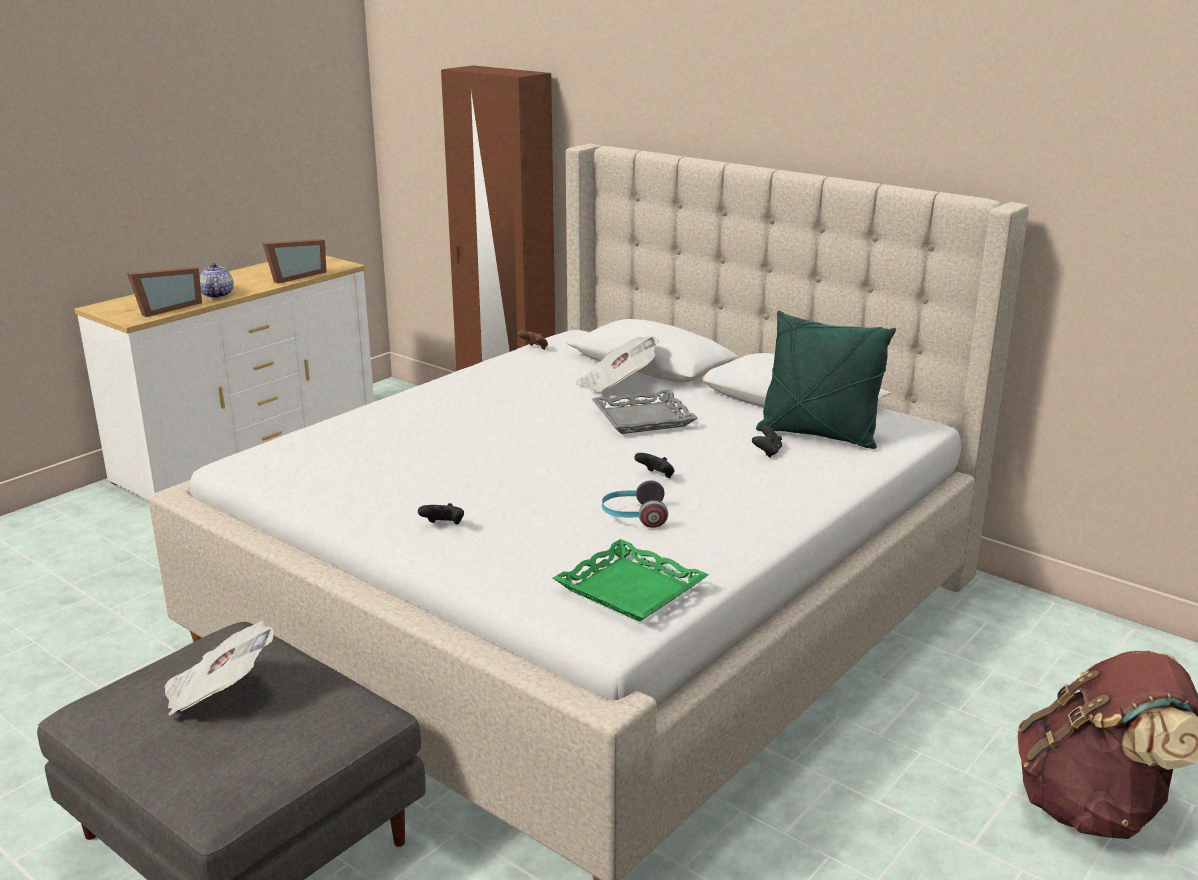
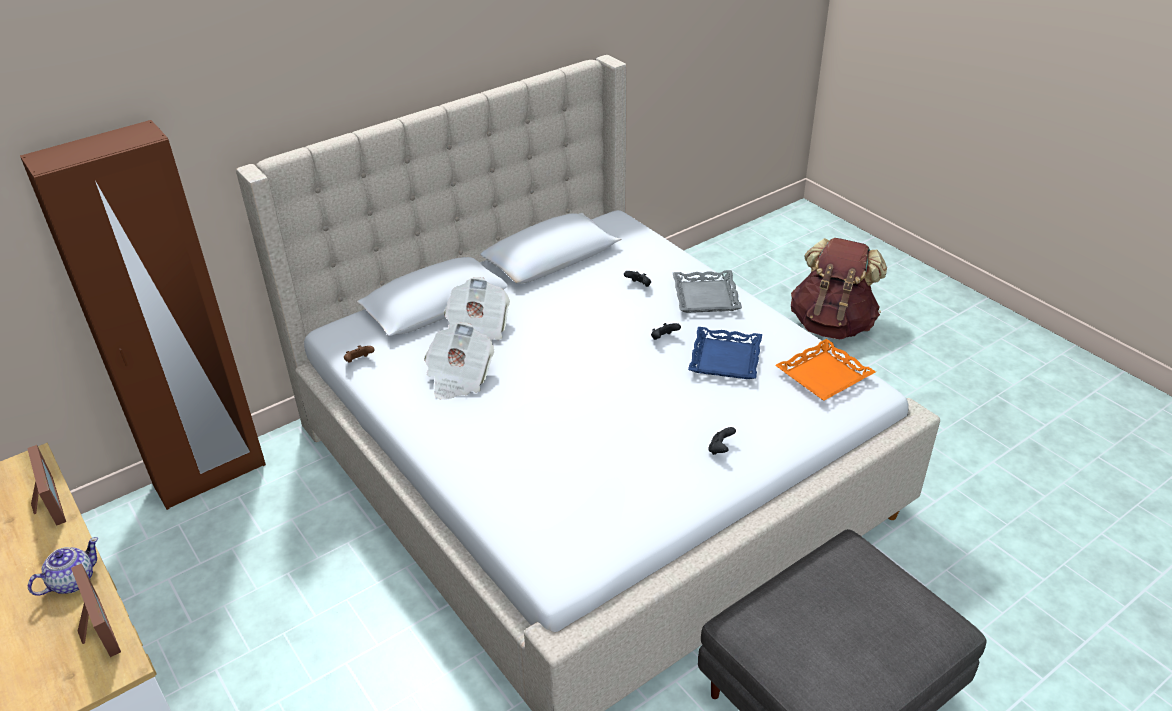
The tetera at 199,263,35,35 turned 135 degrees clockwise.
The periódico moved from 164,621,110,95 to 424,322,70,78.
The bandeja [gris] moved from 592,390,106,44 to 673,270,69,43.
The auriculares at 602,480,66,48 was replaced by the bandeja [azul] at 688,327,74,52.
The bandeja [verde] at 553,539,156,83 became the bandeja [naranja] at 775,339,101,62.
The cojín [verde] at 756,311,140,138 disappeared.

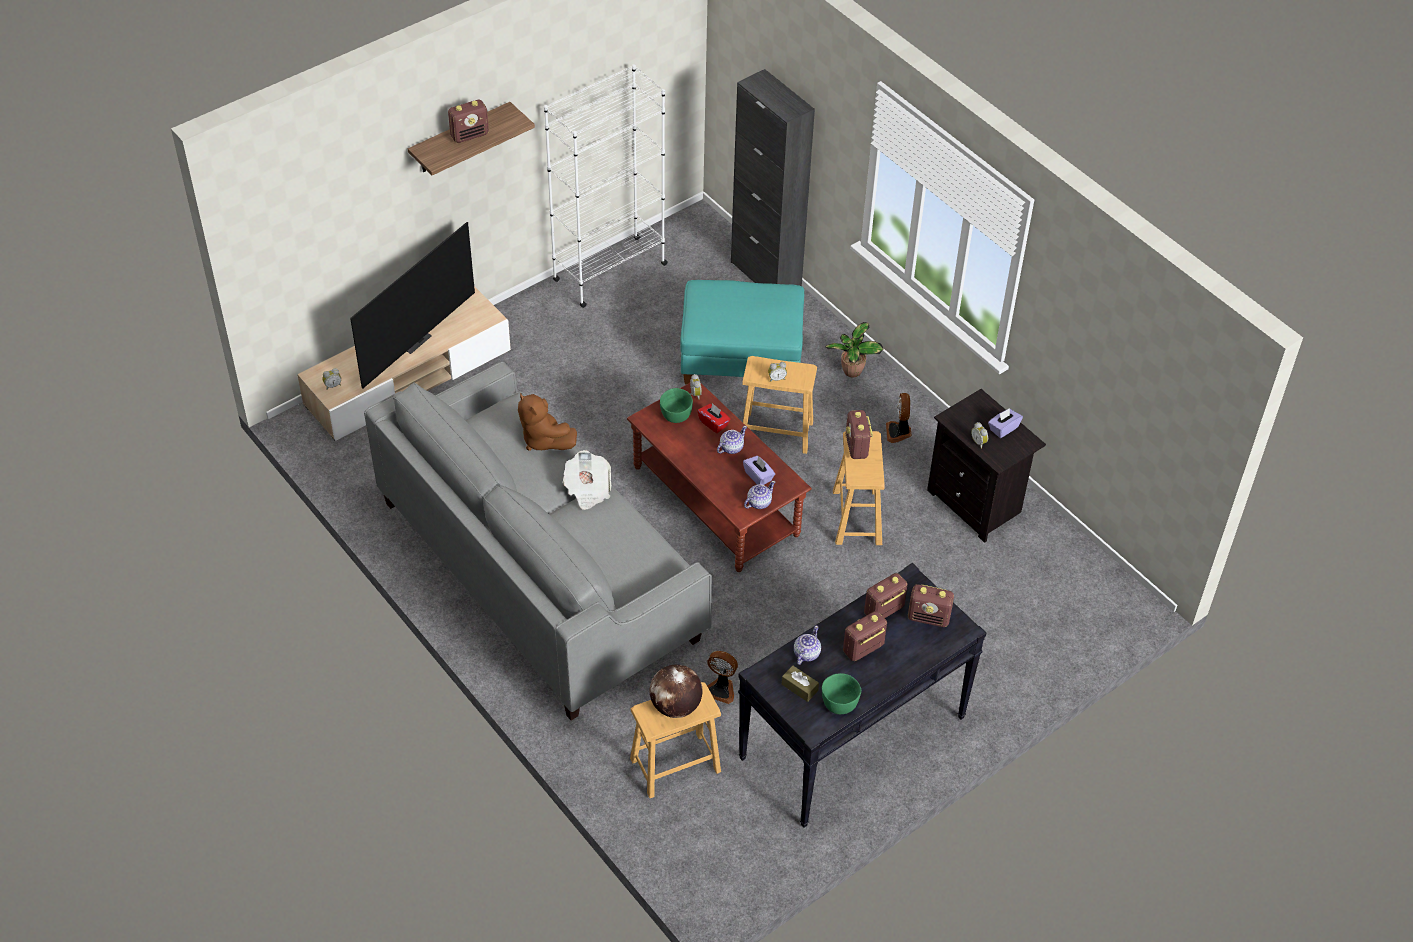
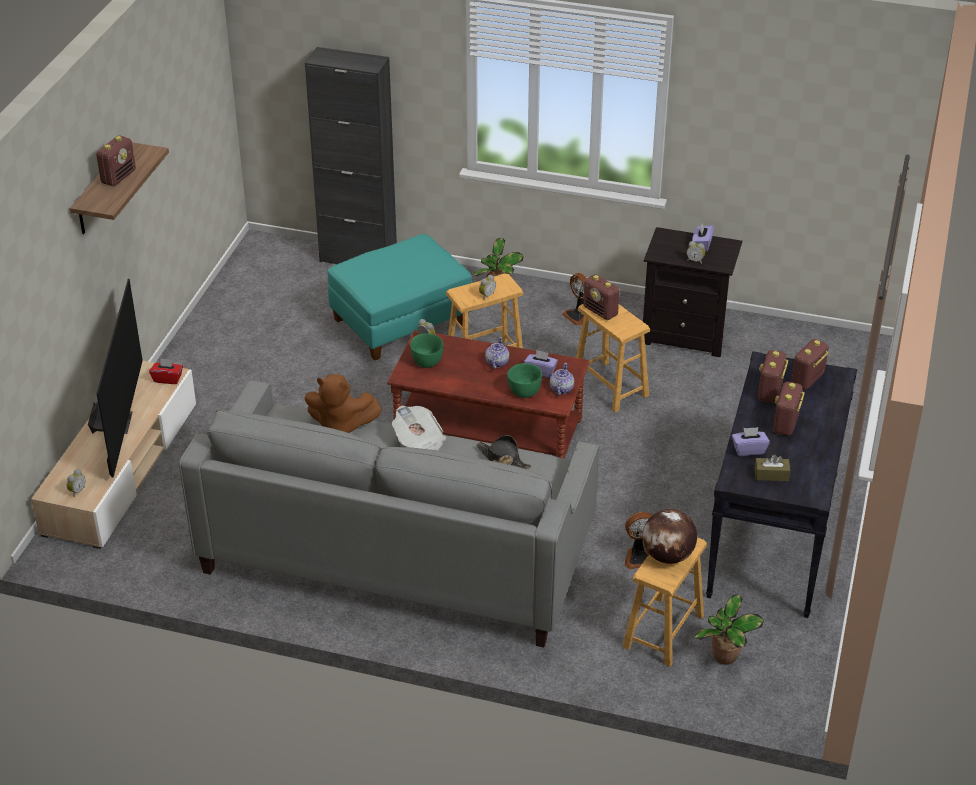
The caja de pañuelos [rojo] moved from 697,403,34,30 to 149,358,34,26.
The sombrero [negro] at 477,435,54,34 appeared.
The cuenco [verde] moved from 822,673,39,41 to 507,363,35,35.
The planta en maceta at 694,594,70,71 appeared.
The tetera at 794,626,27,39 was replaced by the caja de pañuelos [morado] at 732,427,38,29.
The radio at 908,584,46,43 turned 150 degrees clockwise.
The estantería [blanco] at 544,64,123,244 disappeared.

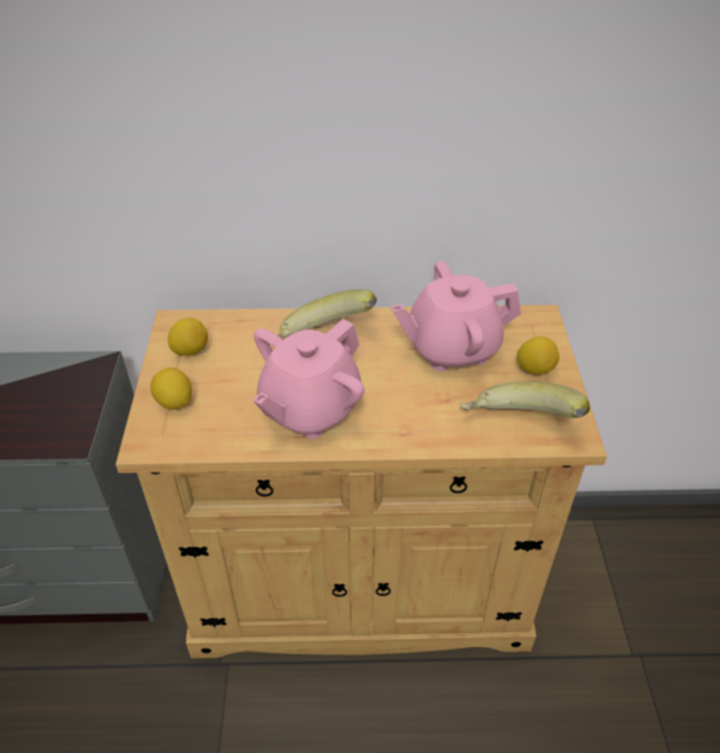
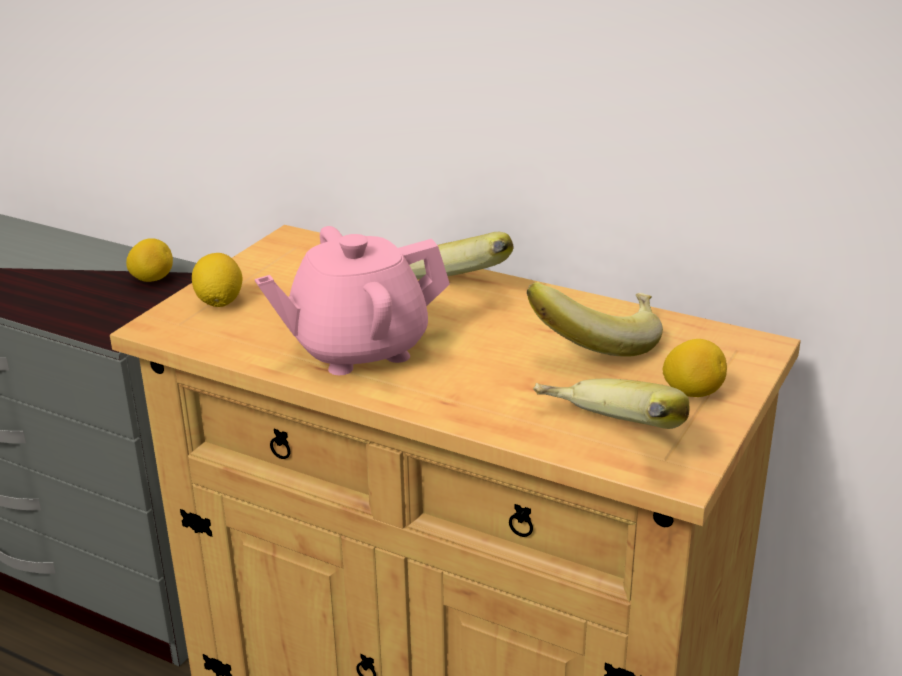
The limón moved from 168,318,40,38 to 126,238,47,44.
The tetera [rosa] at 391,261,130,110 was replaced by the plátano at 527,282,136,75.

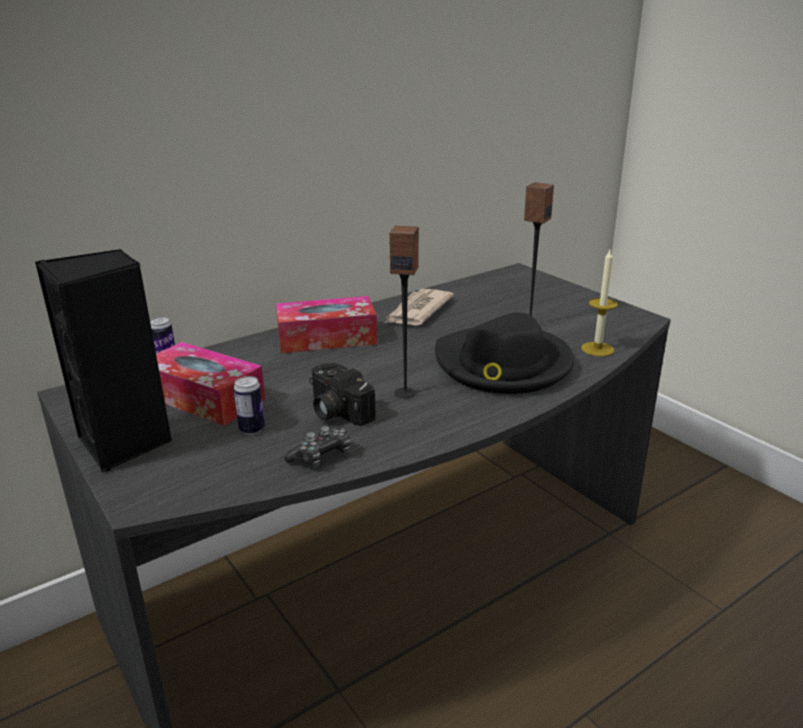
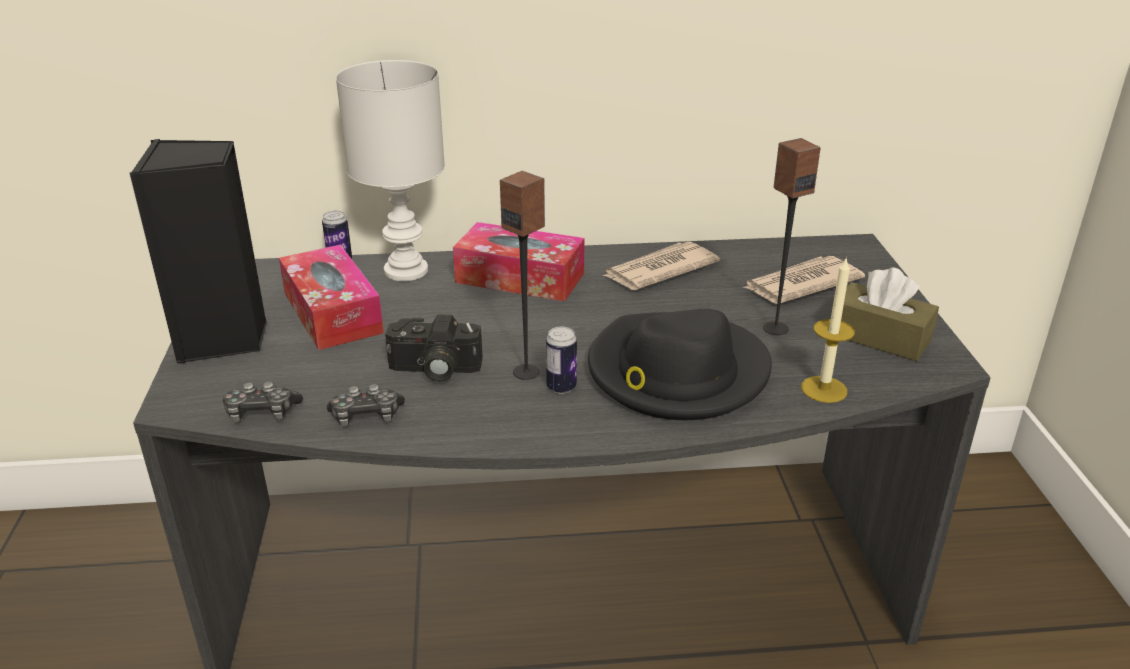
The mando de consola at 223,381,80,41 appeared.
The lámpara de mesa [blanco] at 336,60,109,221 appeared.
The cámara at 309,363,67,63 turned 75 degrees counterclockwise.
The lata moved from 233,376,32,59 to 546,327,31,67.
The periódico at 742,256,123,48 appeared.
The caja de pañuelos [marrón] at 841,267,98,94 appeared.

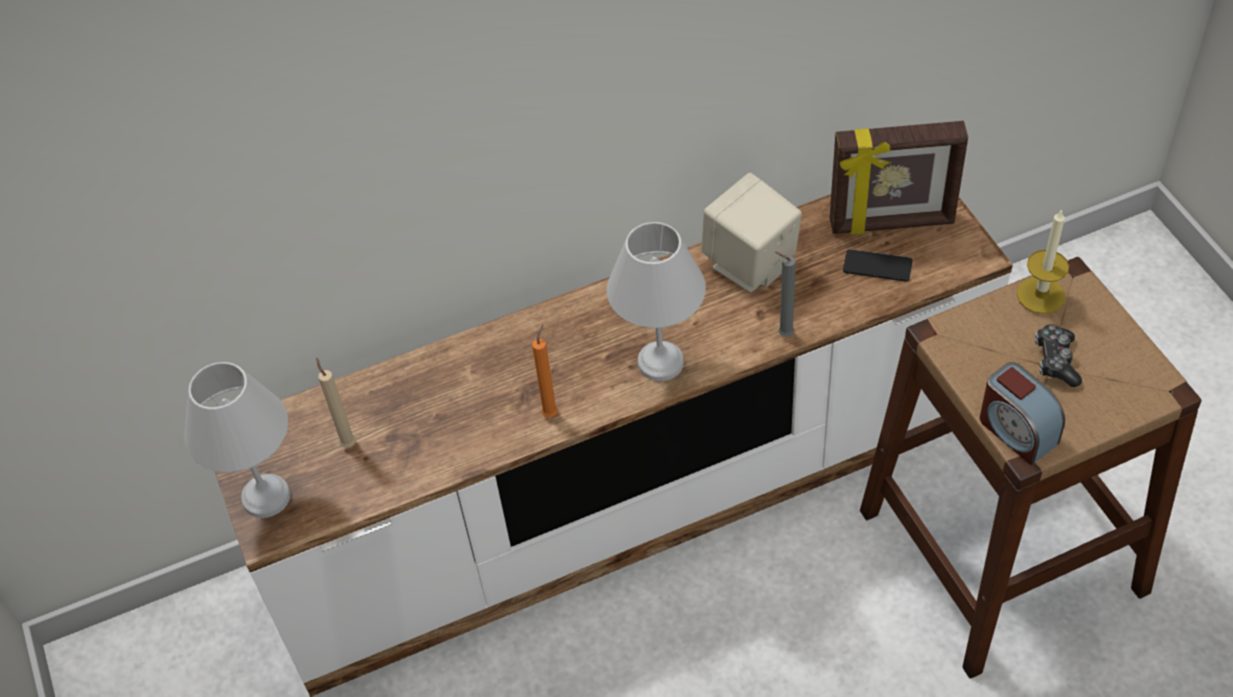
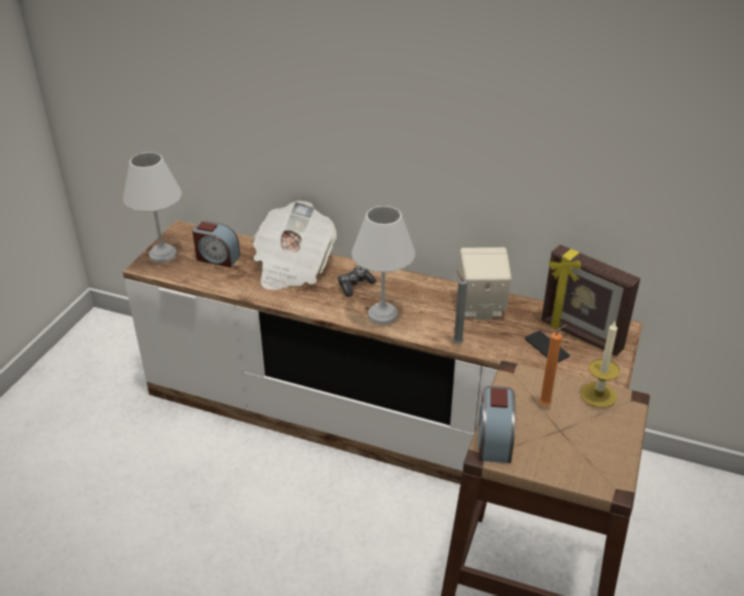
The vela [beis] at 316,357,40,91 was replaced by the despertador at 192,221,48,47.
The periódico at 252,201,85,89 appeared.
The mando de consola moved from 1035,324,47,63 to 338,266,38,31.
The vela [naranja] moved from 532,325,26,93 to 539,324,28,82.

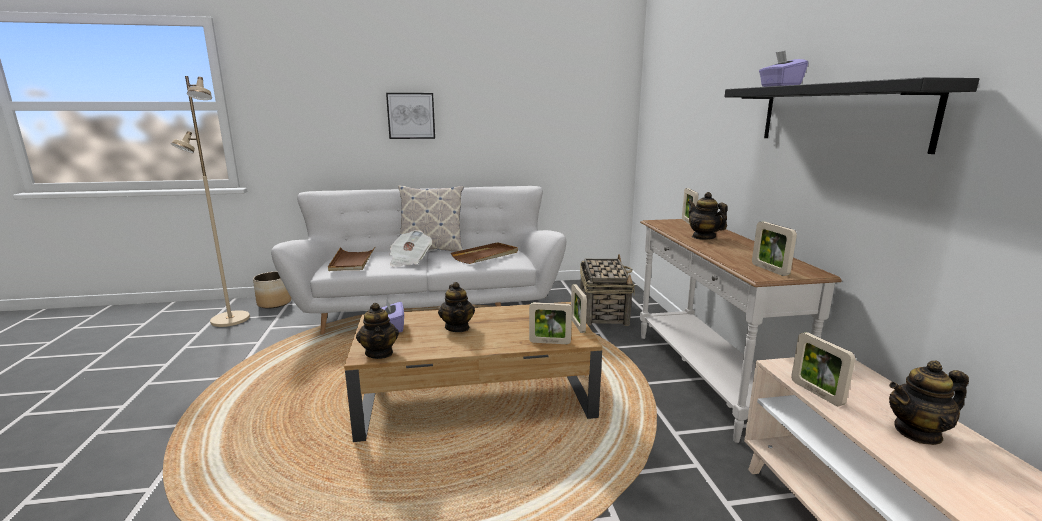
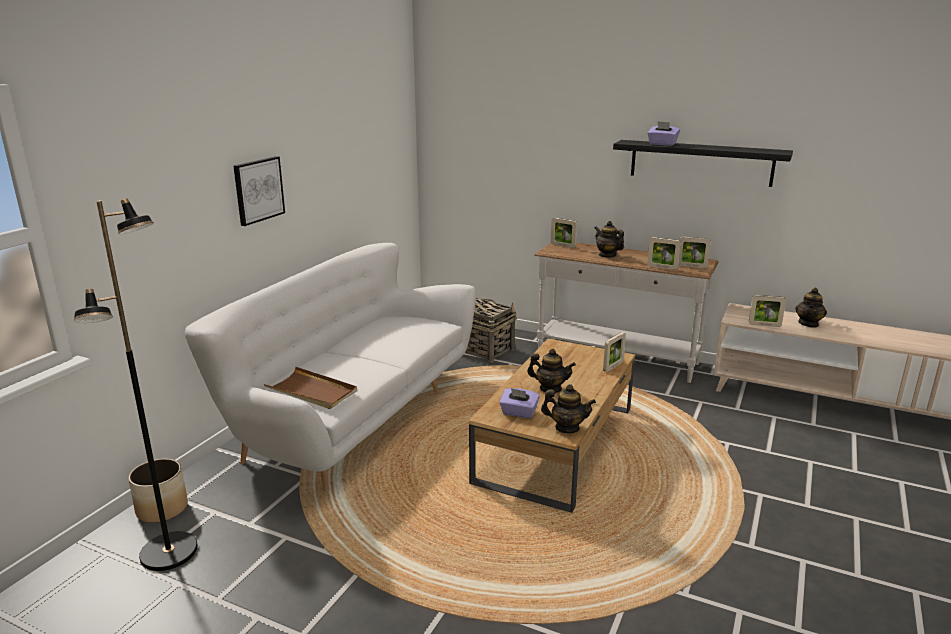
The lámpara de pie [beis] at 171,76,79,251 became the lámpara de pie [negro] at 74,199,124,372.
The tetera at 688,192,40,48 turned 45 degrees clockwise.
The portarretratos moved from 571,284,16,49 to 647,237,34,33.
The periódico at 389,230,43,37 disappeared.
The cojín at 398,185,66,67 disappeared.
The bandeja [marrón] at 451,242,67,22 disappeared.

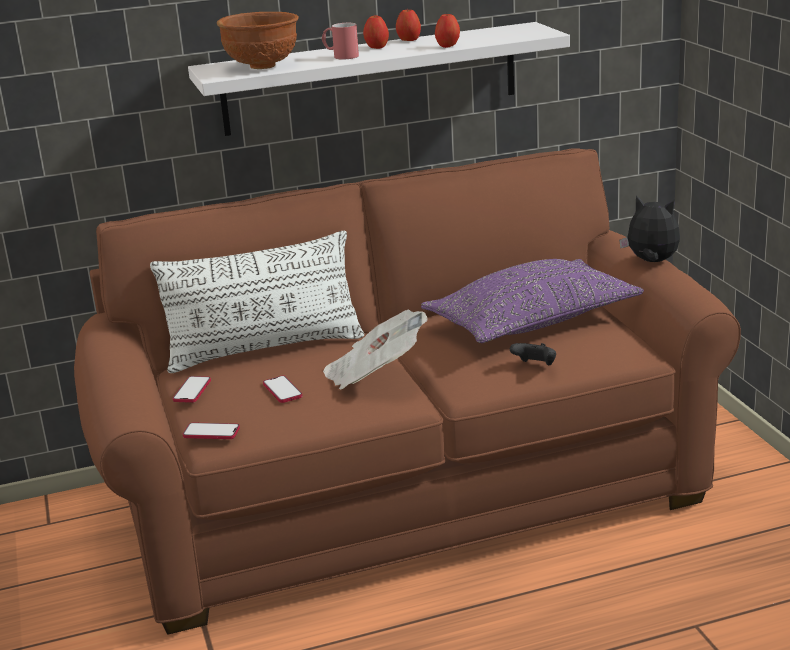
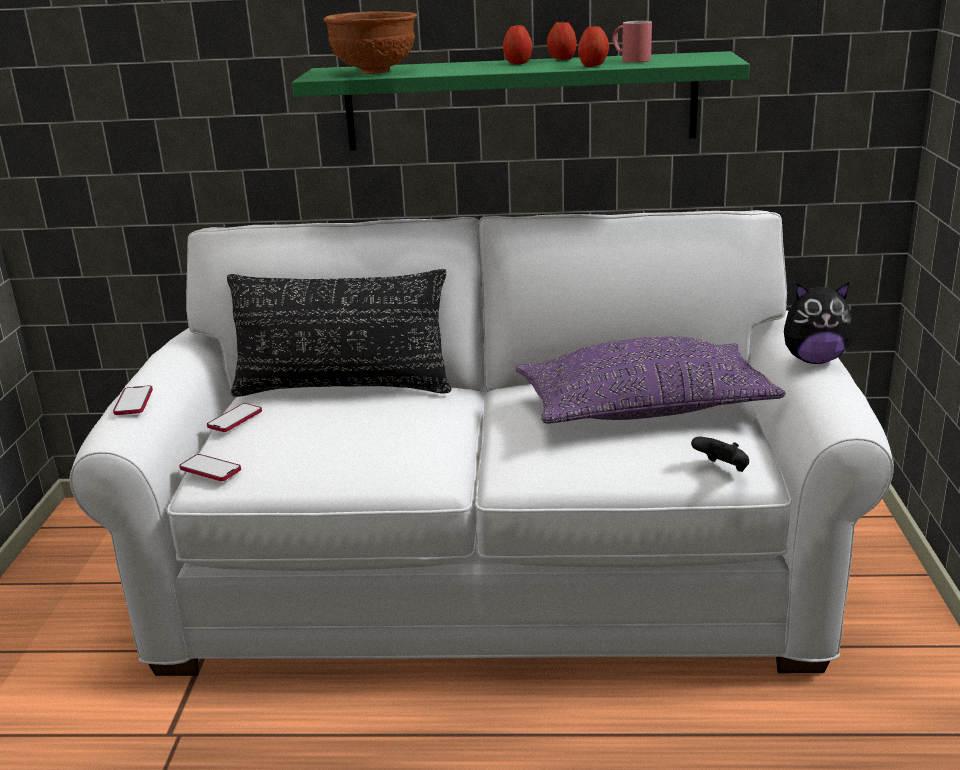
The sofá [marrón] at 74,148,667,487 became the sofá [blanco] at 69,210,825,466.
The móvil moved from 263,376,40,27 to 113,385,40,30.
The cojín [blanco] at 150,231,214,142 became the cojín [negro] at 227,269,225,128.
The estante [blanco] at 188,22,382,114 became the estante [verde] at 292,51,458,100.
The taza grande [rojo] moved from 322,23,37,37 to 612,21,40,42.
The mando de consola [negro] moved from 510,343,46,22 to 691,437,58,35.
The peluche at 619,196,61,66 turned 135 degrees clockwise.
The periódico at 323,309,105,80 disappeared.

